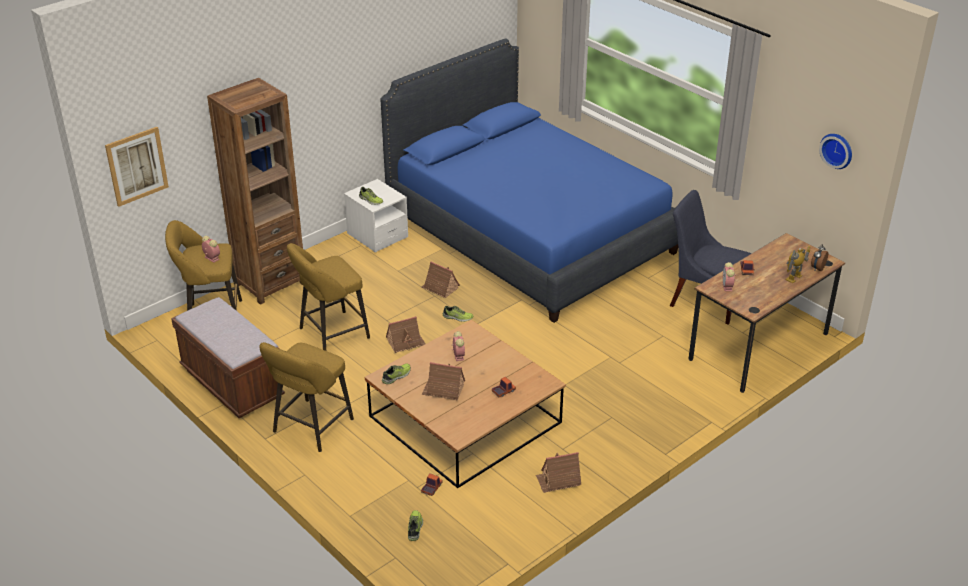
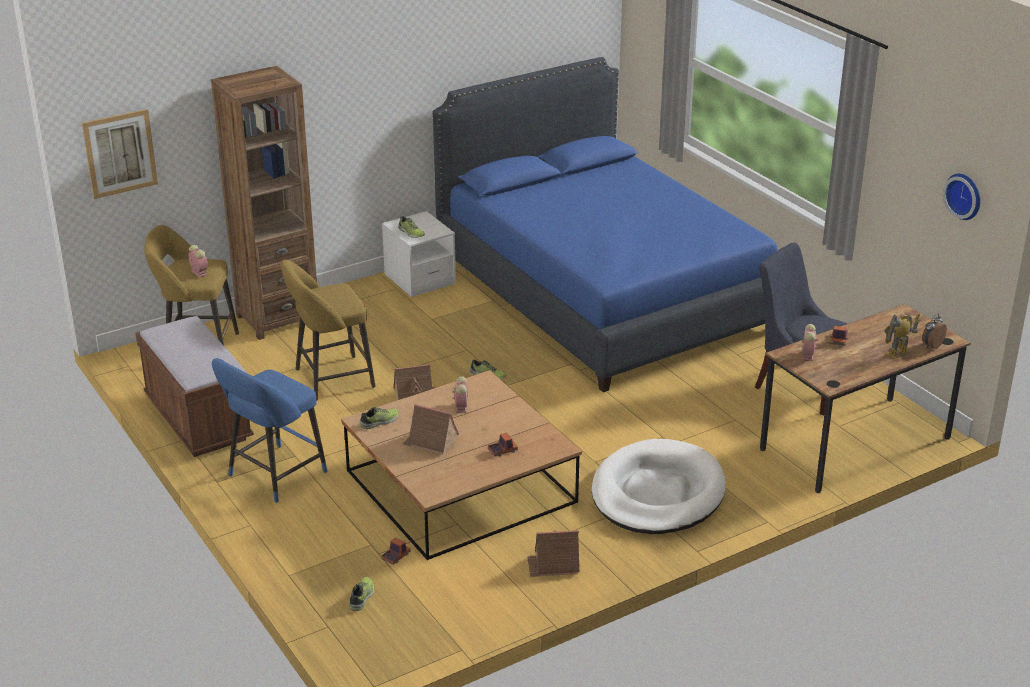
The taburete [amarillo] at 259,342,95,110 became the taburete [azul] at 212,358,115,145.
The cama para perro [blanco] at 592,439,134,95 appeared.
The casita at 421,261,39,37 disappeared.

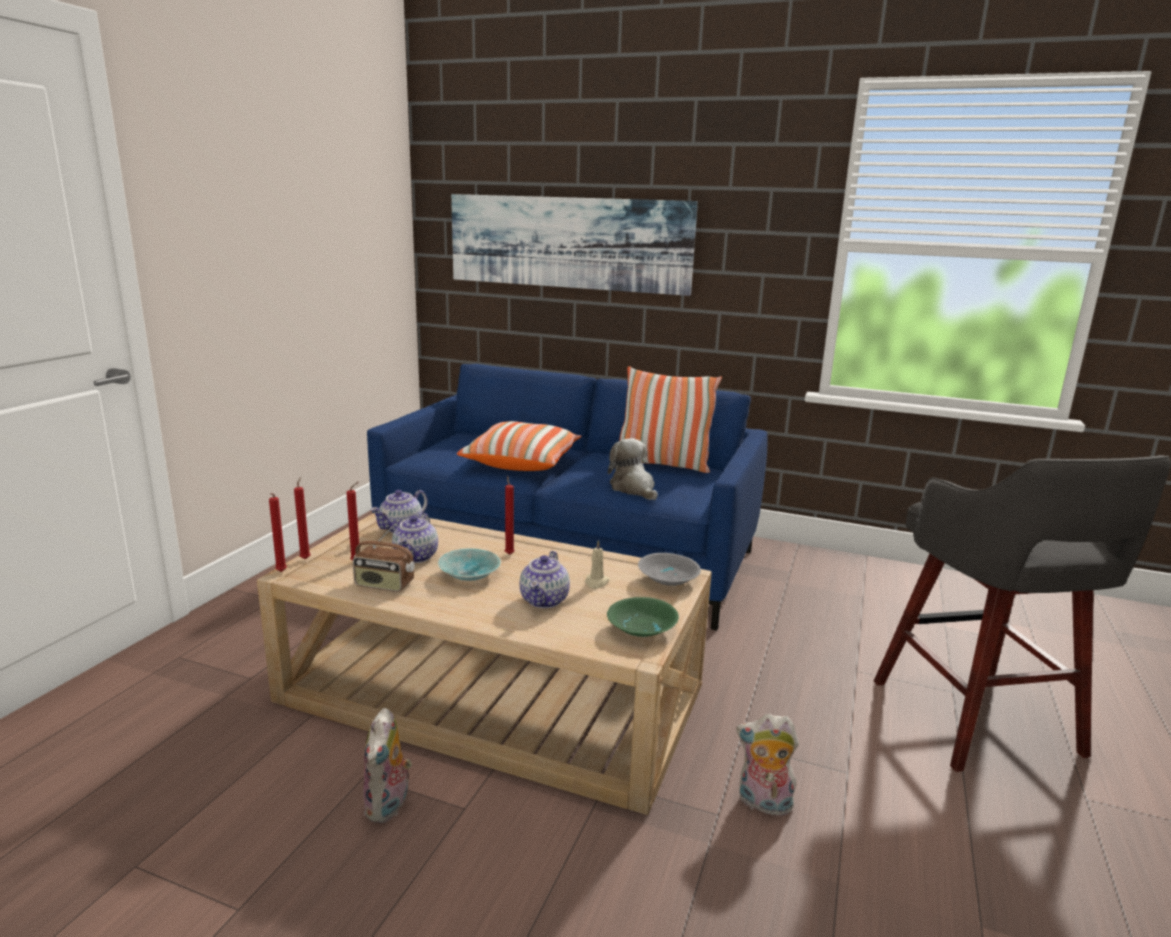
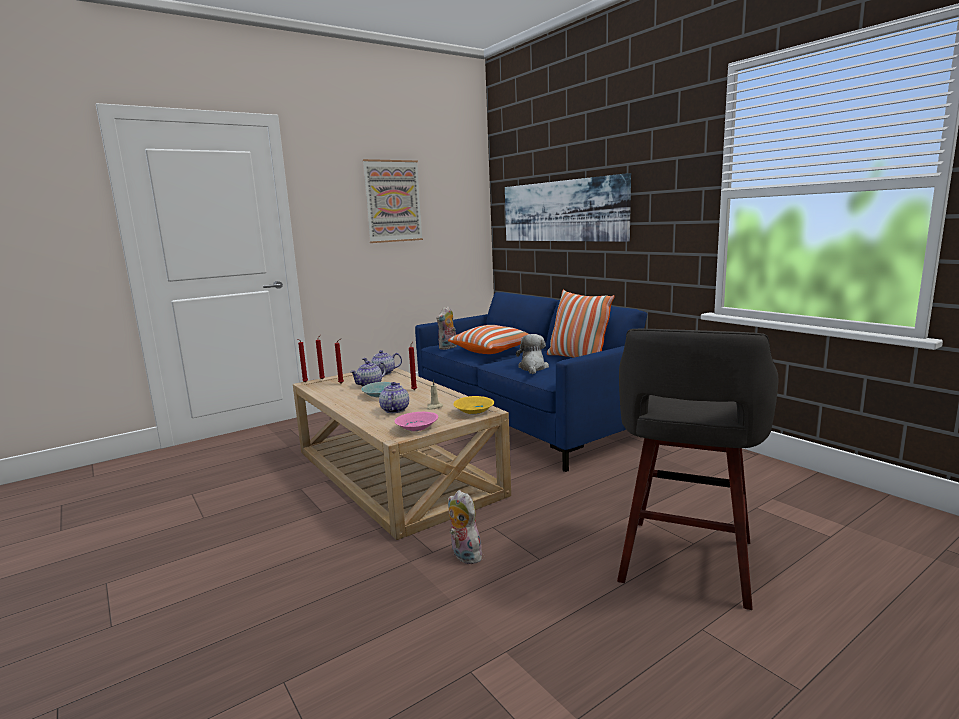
The cuadro at 363,159,60,84 appeared.
The tetera at 519,551,51,57 turned 135 degrees clockwise.
The cuenco [verde] at 607,597,72,40 became the cuenco [rosa] at 395,412,43,19.
The peluche moved from 363,708,49,115 to 436,306,21,44.
The cuenco [gris] at 638,553,63,33 became the cuenco [amarillo] at 453,396,41,18.
The radio at 353,524,62,68 disappeared.

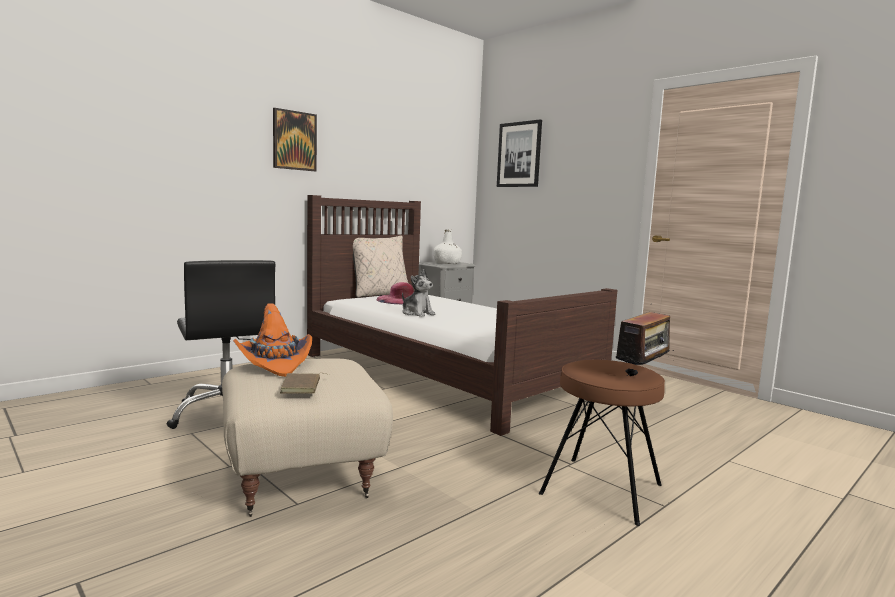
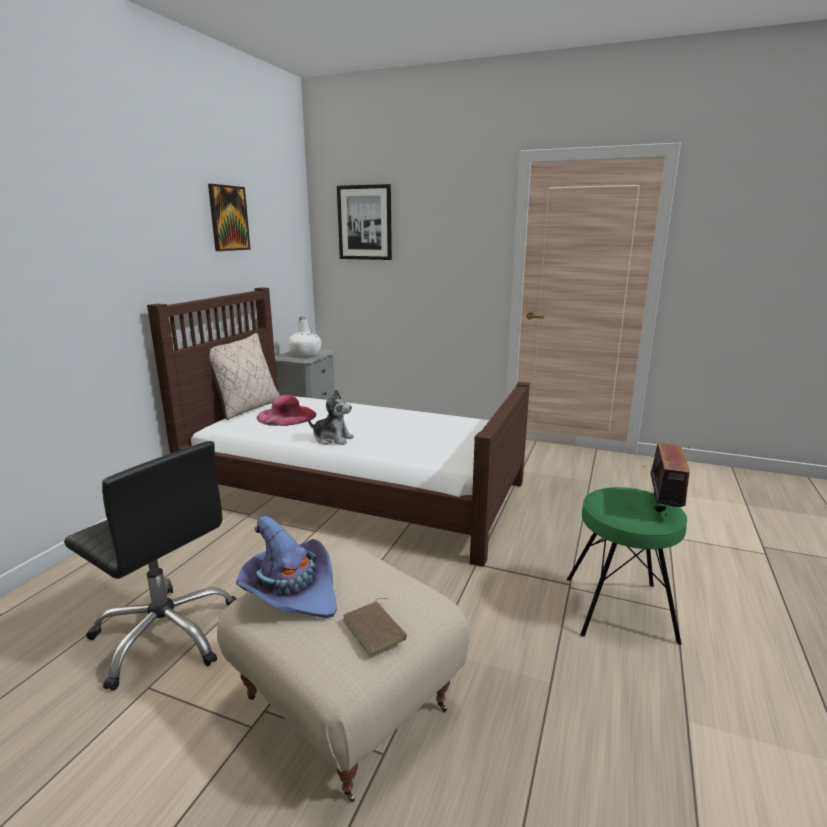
The cuadro moved from 273,108,44,63 to 208,184,43,67.
The sombrero [naranja] at 233,303,79,74 became the sombrero [morado] at 236,516,101,102.
The taburete [marrón] at 539,360,126,166 became the taburete [verde] at 567,487,120,158.

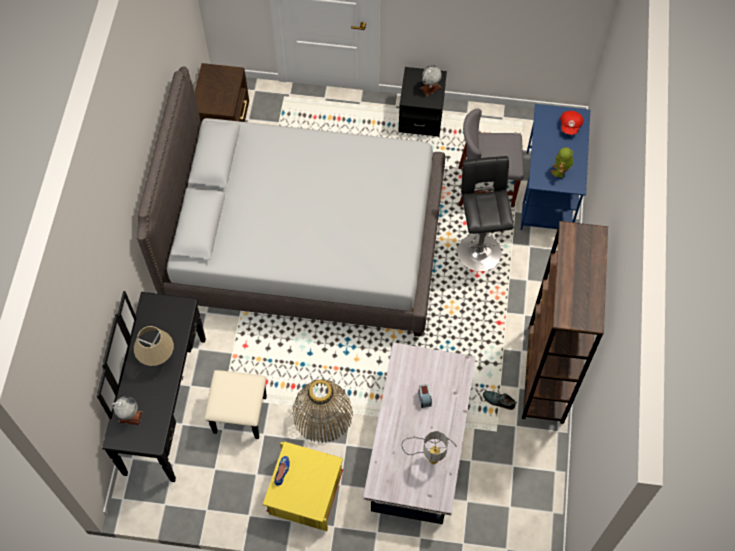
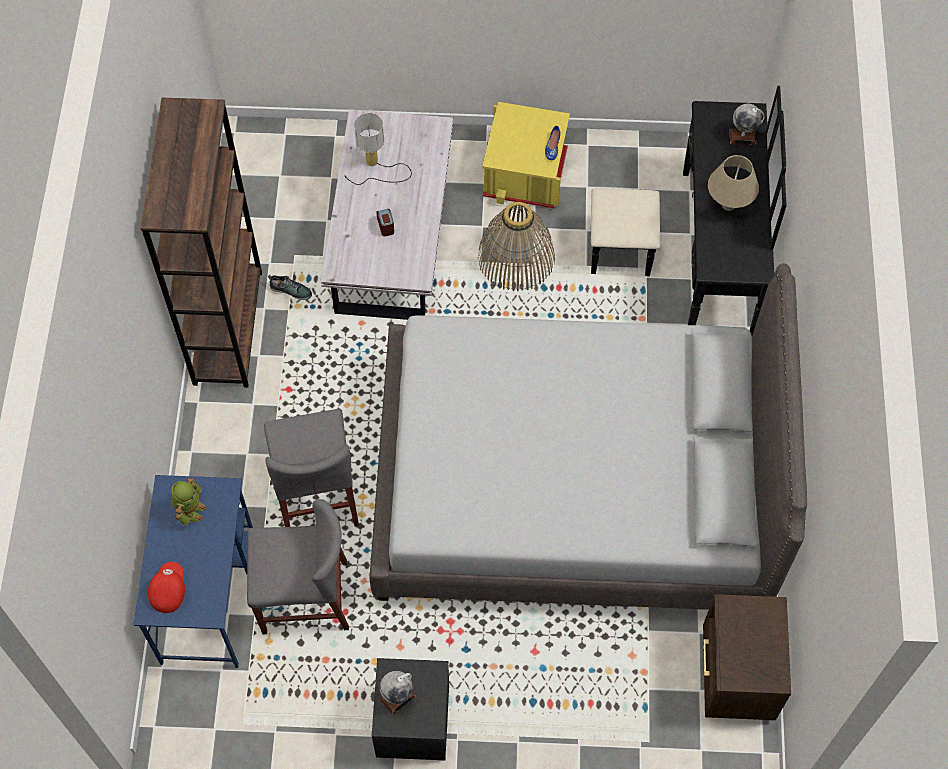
The taburete [negro] at 458,156,56,115 was replaced by the silla [gris] at 264,409,95,118.

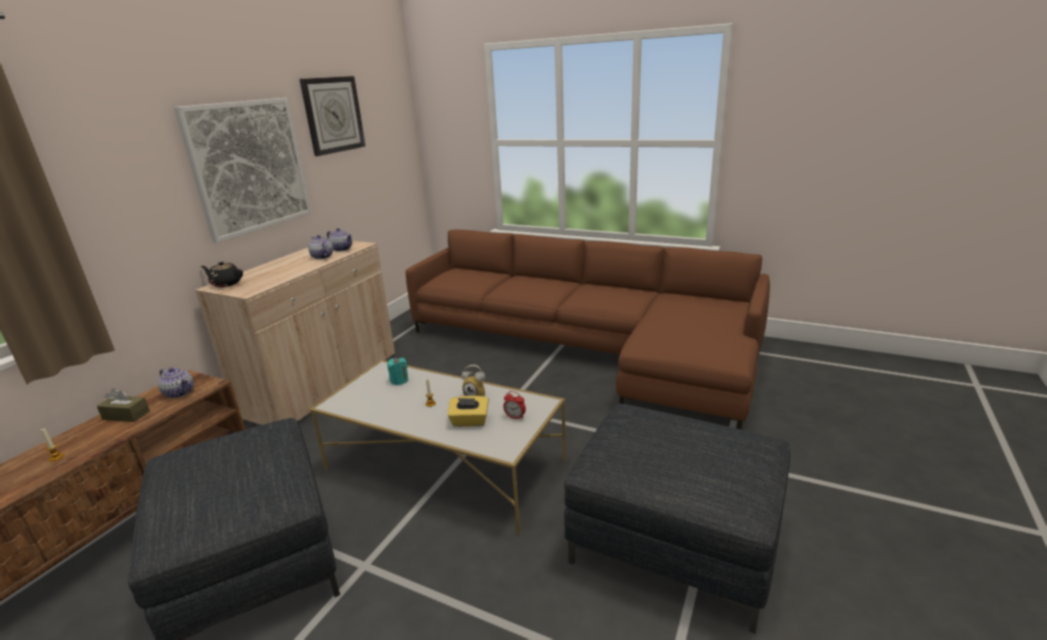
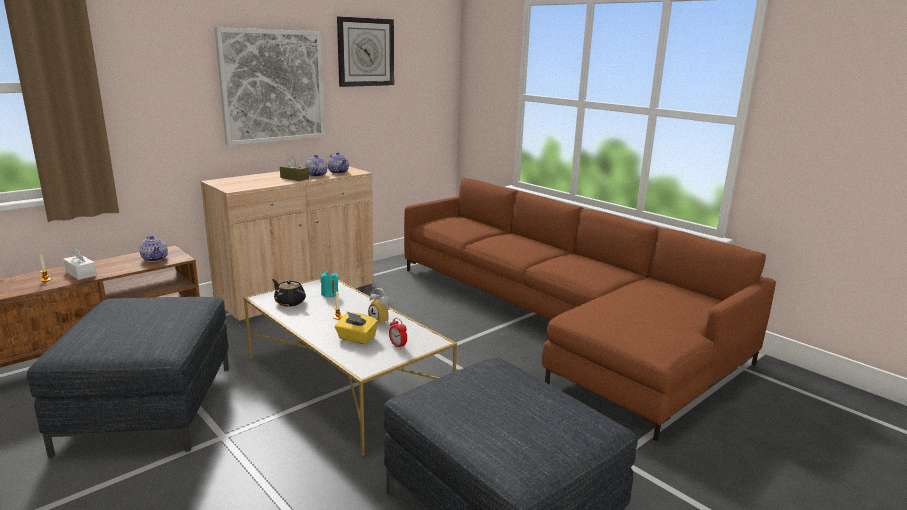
The caja de pañuelos [blanco] at 63,248,34,32 appeared.
The tetera [negro] moved from 201,262,42,25 to 272,279,34,28.
The caja de pañuelos [marrón] moved from 97,388,53,34 to 280,156,29,25.

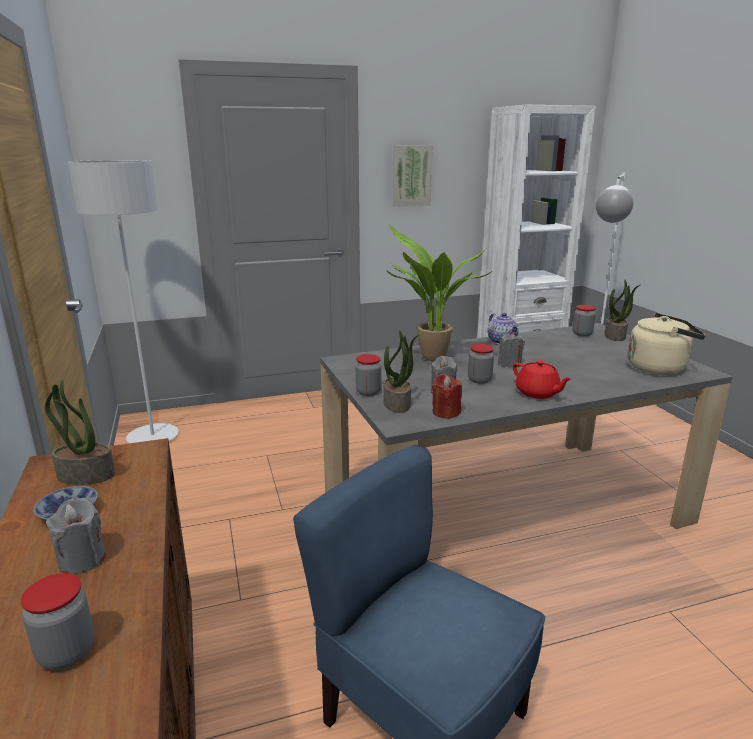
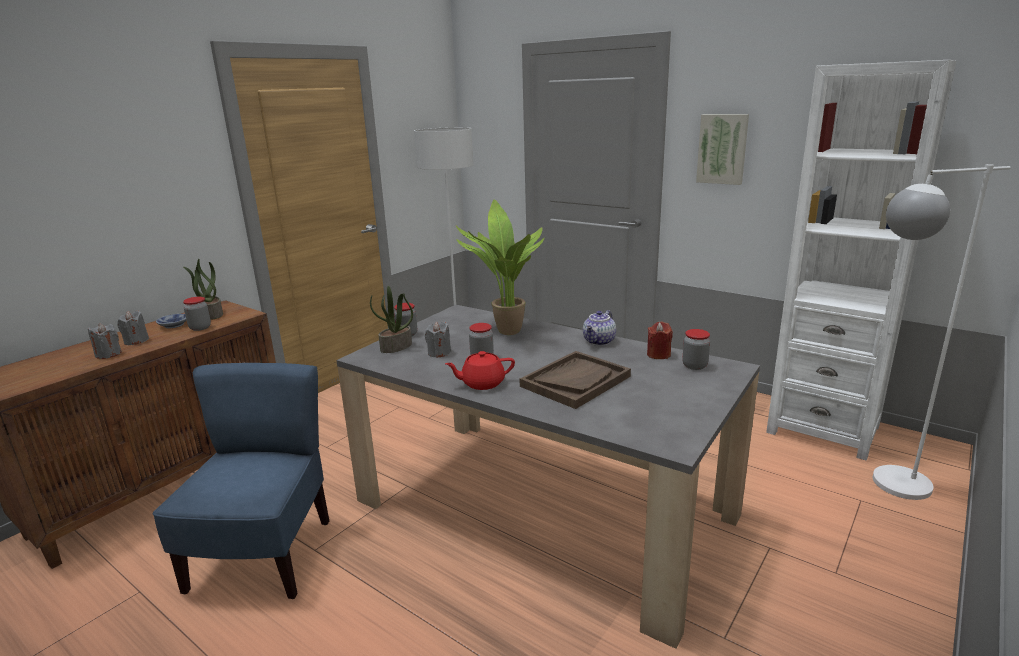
The vela [gris] moved from 498,333,27,34 to 88,324,34,35.
The tarro moved from 21,573,74,97 to 183,297,28,34.
The tetera [rojo] at 513,360,59,39 turned 60 degrees clockwise.
The bandeja [marrón] at 520,351,111,58 appeared.
The vela [rojo] moved from 432,374,30,44 to 647,322,26,37.
The planta en maceta at 605,280,35,61 disappeared.
The hervidor [beis] at 628,313,78,62 disappeared.

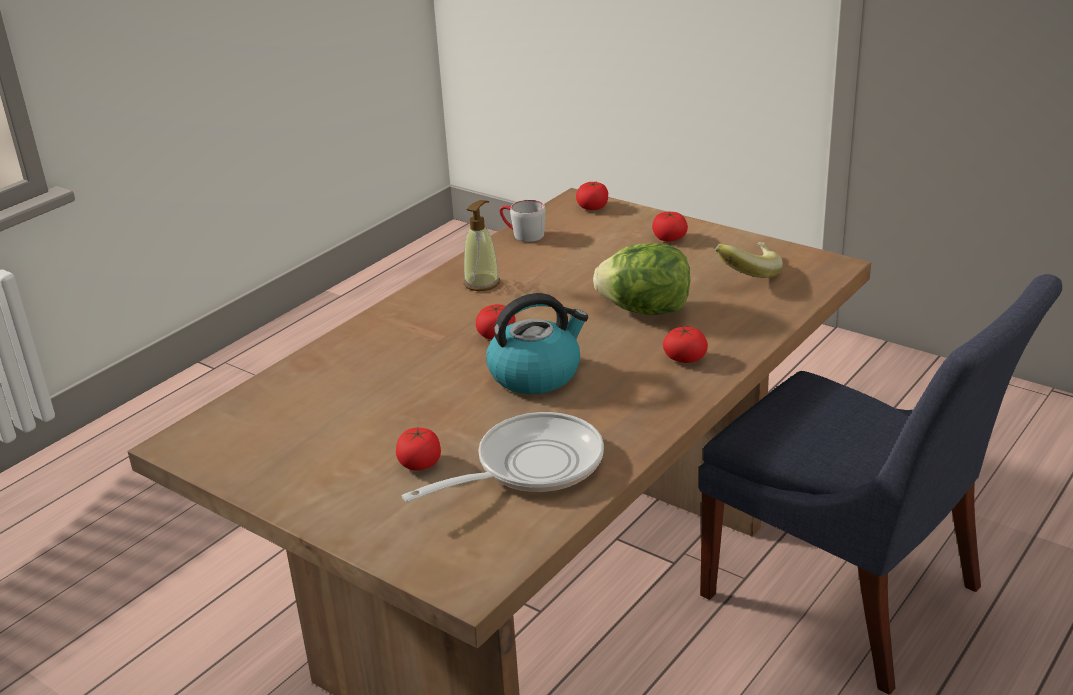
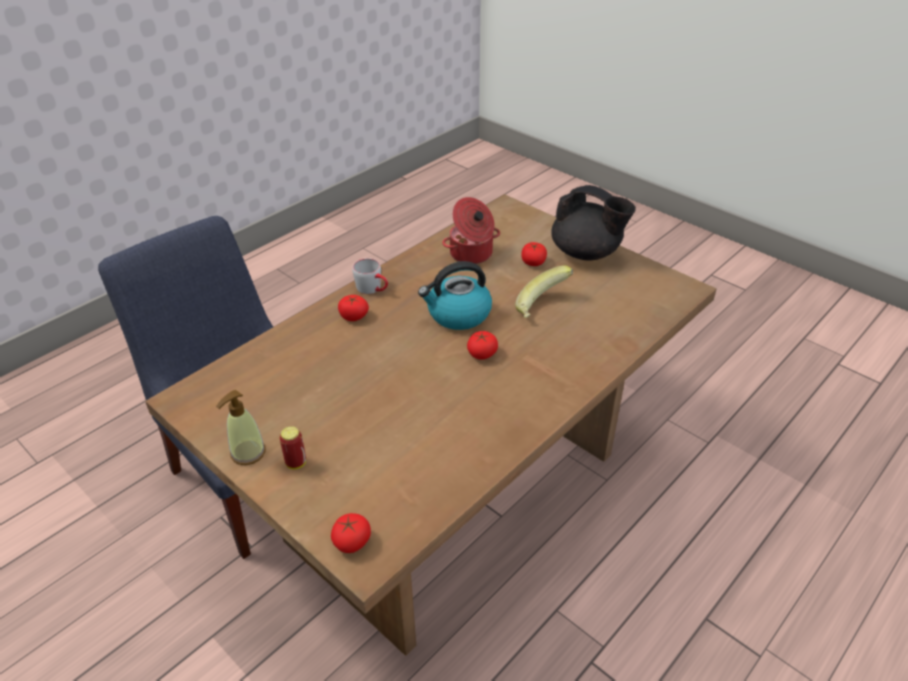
The dispensador de jabón moved from 464,200,36,91 to 216,390,50,75.
The tomate at 652,212,36,29 was replaced by the lata at 280,426,26,43.
The taza grande [gris] moved from 500,200,46,42 to 352,258,36,36.
The sartén at 402,412,202,90 was replaced by the olla at 442,197,58,67.
The plátano moved from 715,242,68,36 to 515,265,58,53.
The tetera [negro] at 551,185,85,76 appeared.
The lechuga at 593,244,97,71 disappeared.

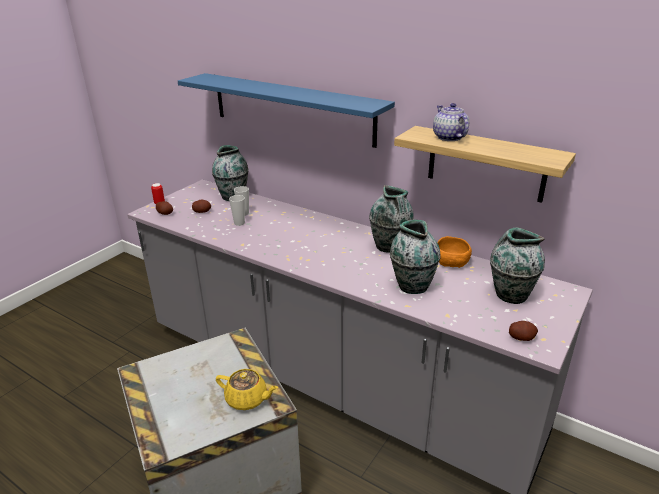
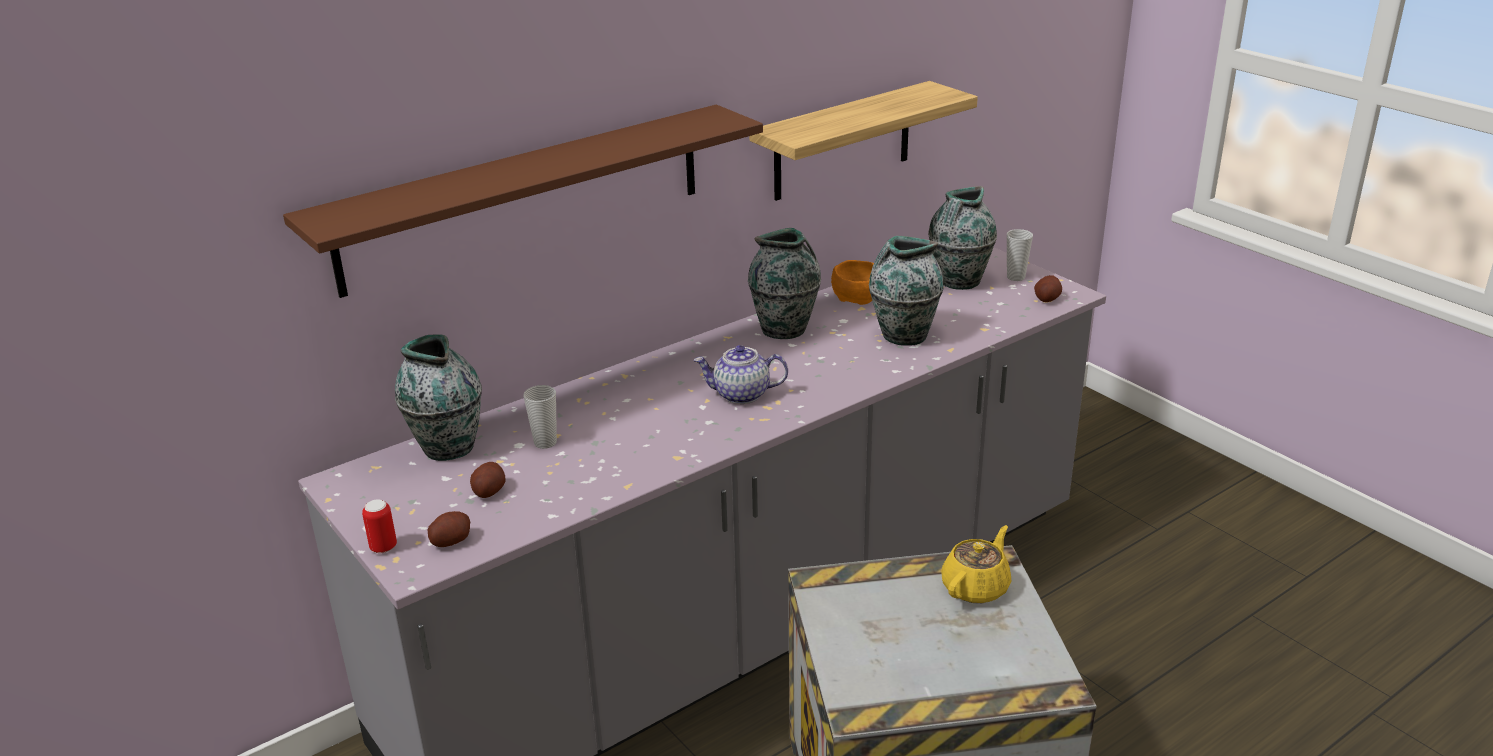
The estante [azul] at 178,73,217,75 became the estante [marrón] at 283,105,480,193.
The tetera moved from 433,103,36,38 to 694,345,94,59.
The taza moved from 229,195,16,31 to 1007,229,26,52.

